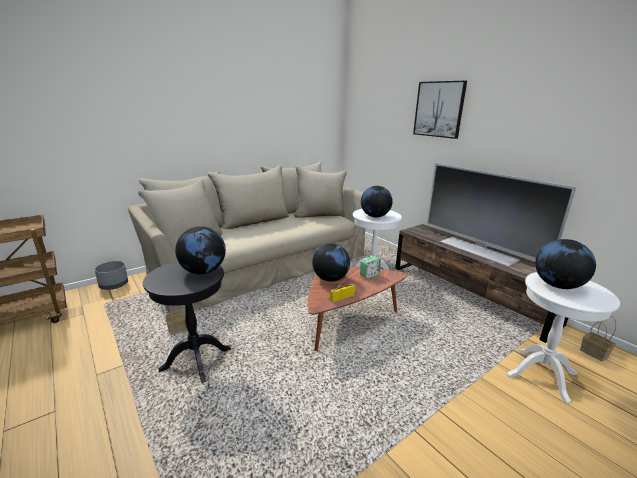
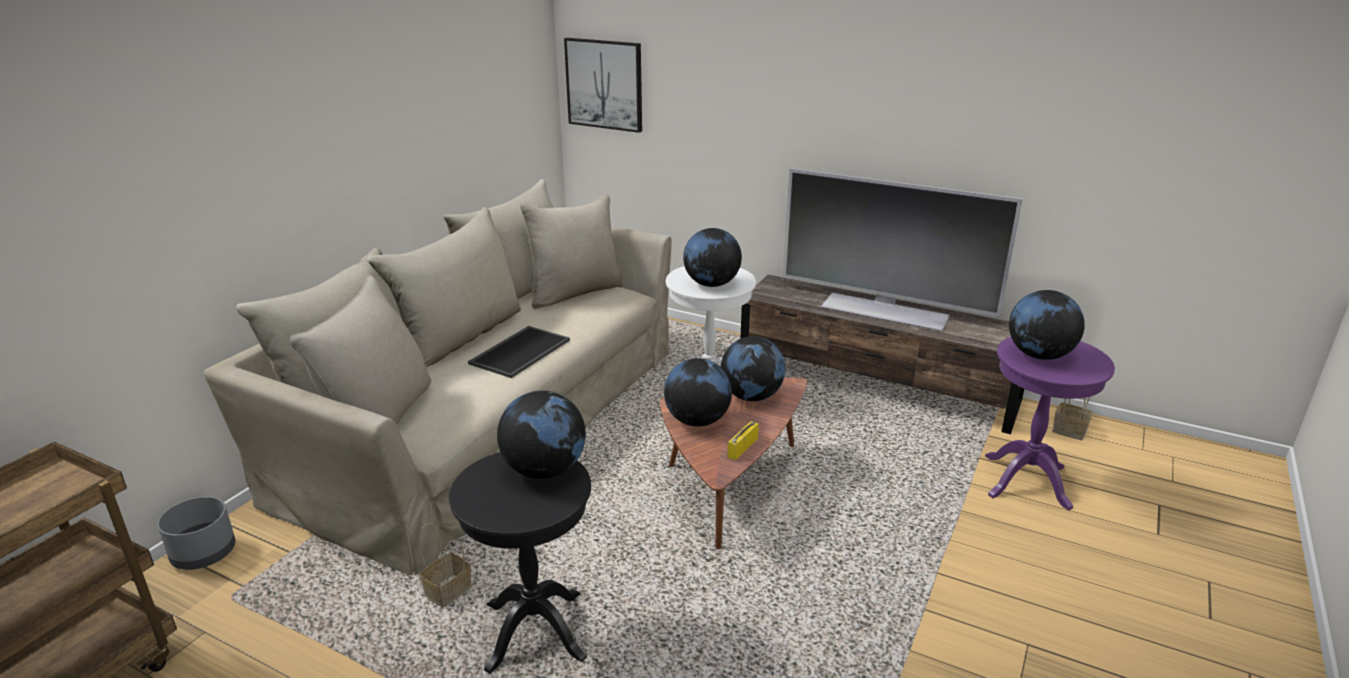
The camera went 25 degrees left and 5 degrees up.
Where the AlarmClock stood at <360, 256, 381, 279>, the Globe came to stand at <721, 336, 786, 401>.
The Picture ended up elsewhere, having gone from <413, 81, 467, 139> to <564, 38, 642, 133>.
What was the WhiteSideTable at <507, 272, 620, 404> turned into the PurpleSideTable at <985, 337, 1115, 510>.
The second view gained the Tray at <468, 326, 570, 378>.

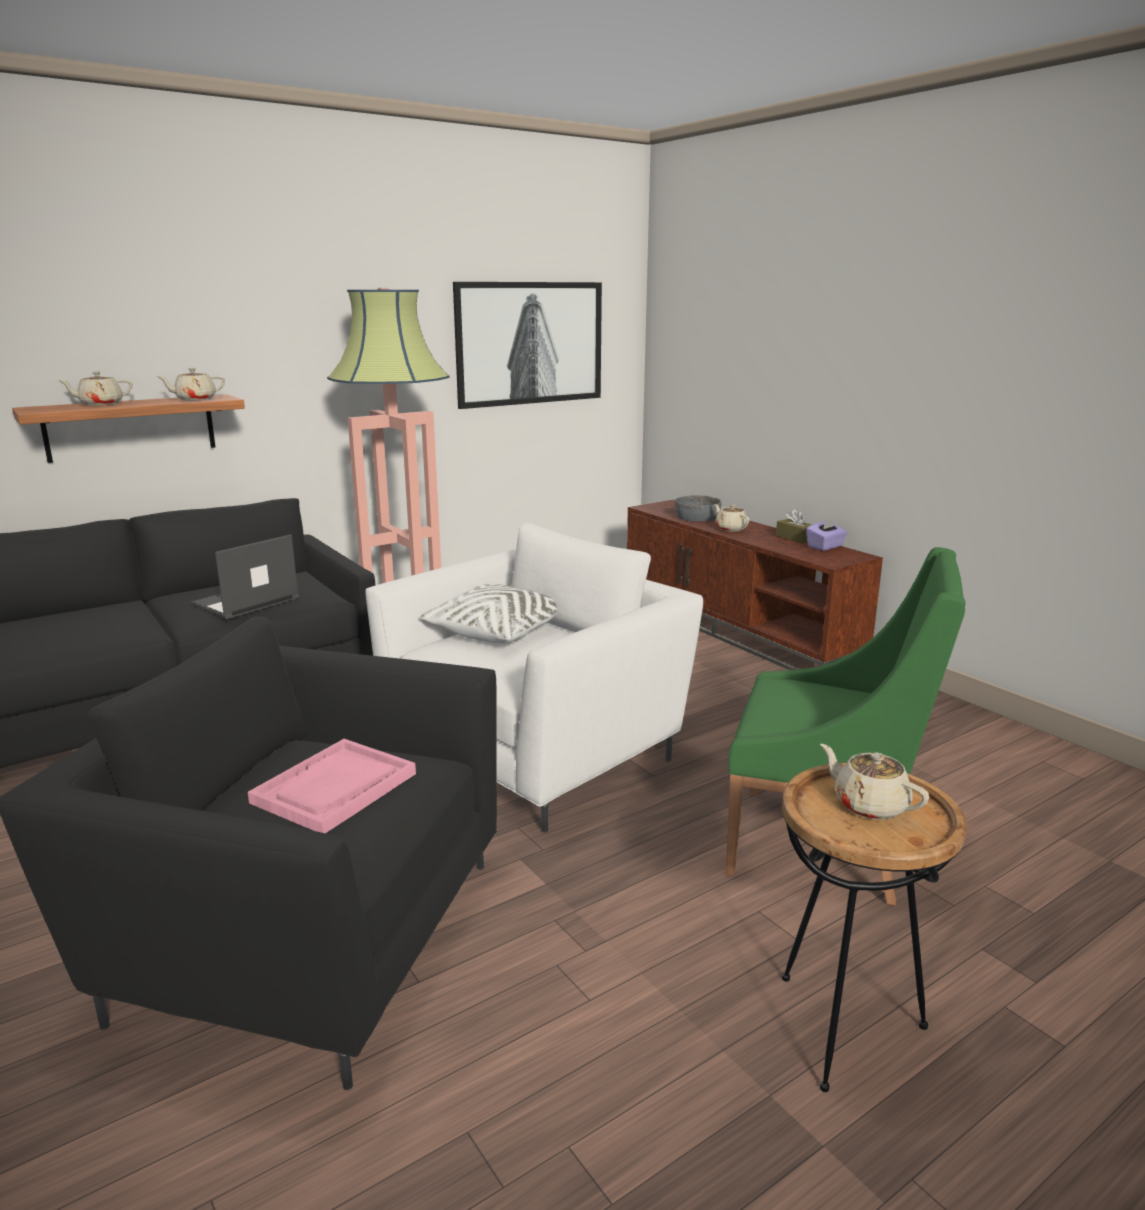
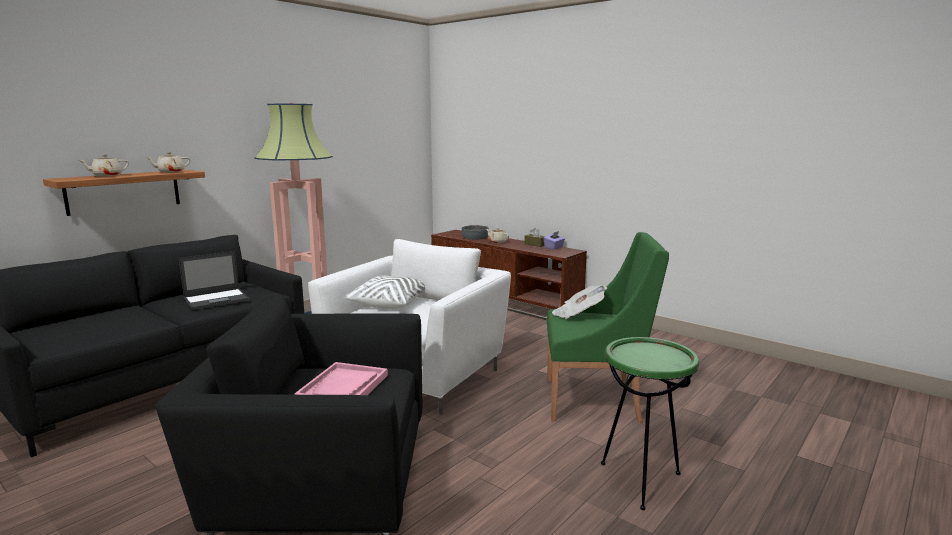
The camera went 15 degrees left and 5 degrees down.
The Laptop at <190, 534, 299, 619> ended up facing another way, 150 degrees counterclockwise from before.
The second view lost the Picture at <453, 282, 602, 409>.
What was the BrownSideTable at <782, 763, 967, 1092> turned into the GreenSideTable at <601, 337, 699, 510>.
The second view lost the BeigeTeapot at <820, 744, 929, 820>.
The second view gained the Newspaper at <552, 285, 607, 319>.

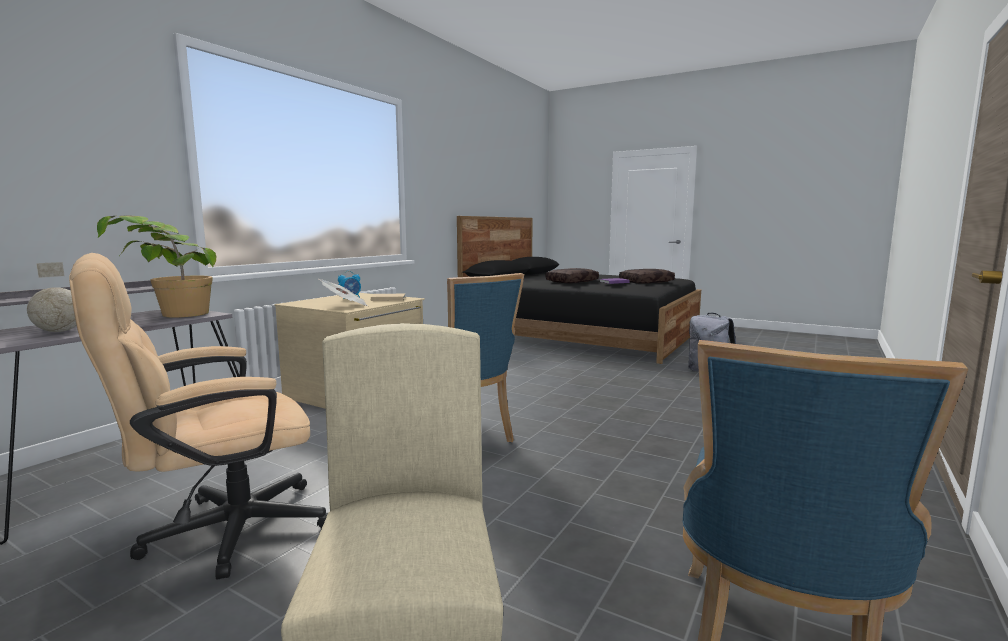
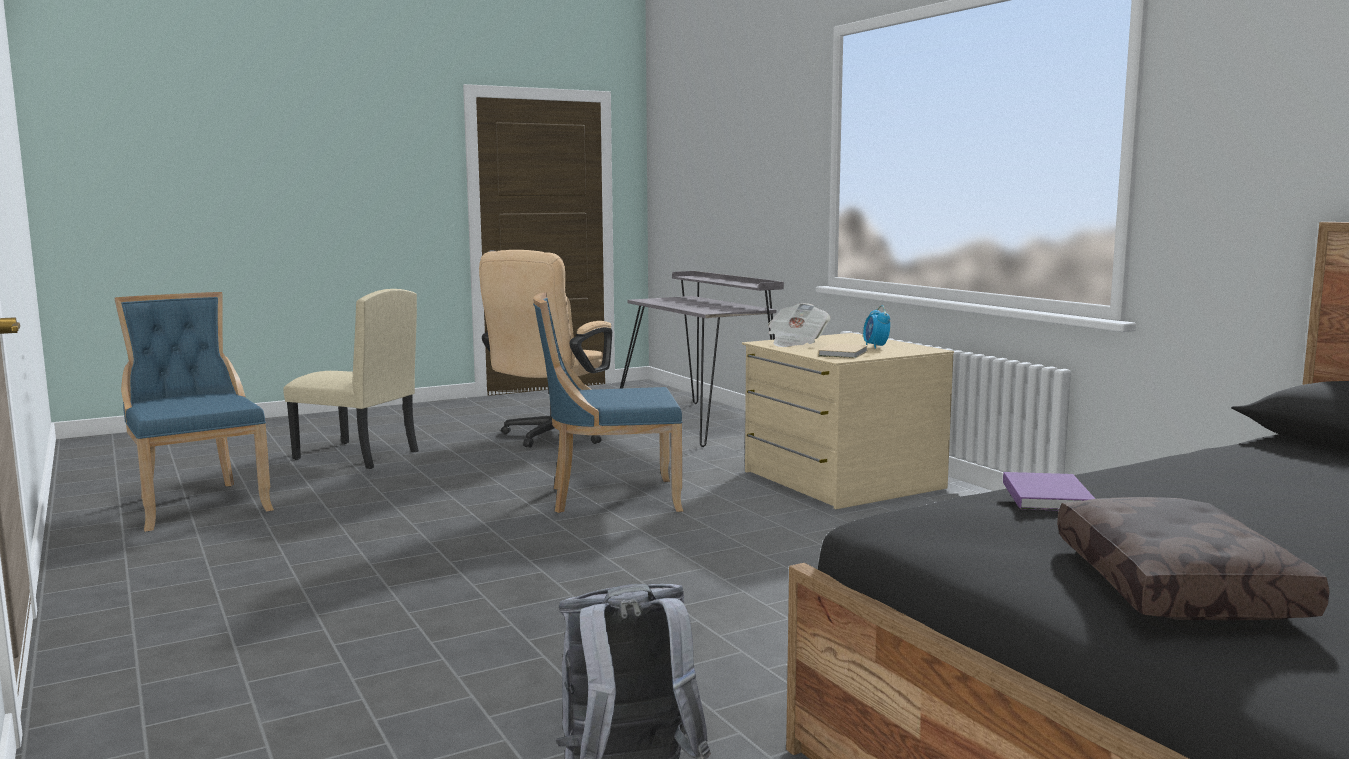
The camera went 120 degrees right and 0 degrees up.
The second view lost the Globe at <27, 262, 77, 332>.
The BeigeOfficeChair at <69, 253, 328, 579> ended up facing another way, 150 degrees counterclockwise from before.
The second view lost the PottedPlant at <97, 215, 216, 318>.
The second view lost the BrownPillow at <546, 268, 599, 283>.

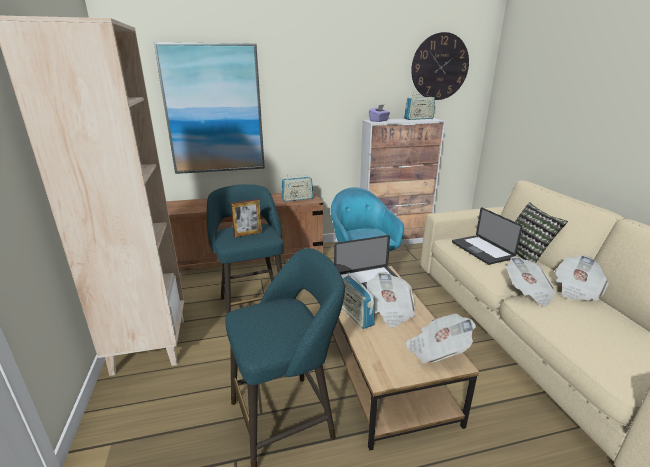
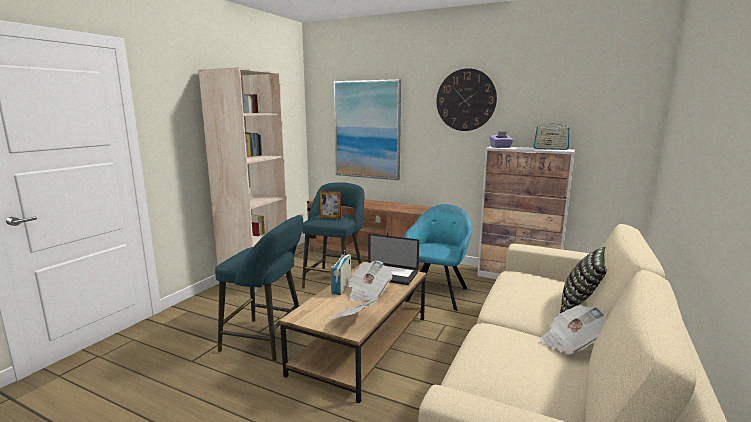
The camera went 40 degrees right and 10 degrees down.
The second view lost the Radio at <281, 174, 314, 202>.
The WallClock ended up elsewhere, having gone from <411, 32, 469, 100> to <436, 68, 497, 131>.
The second view lost the Laptop at <452, 207, 523, 265>.
The second view lost the Newspaper at <506, 256, 557, 307>.

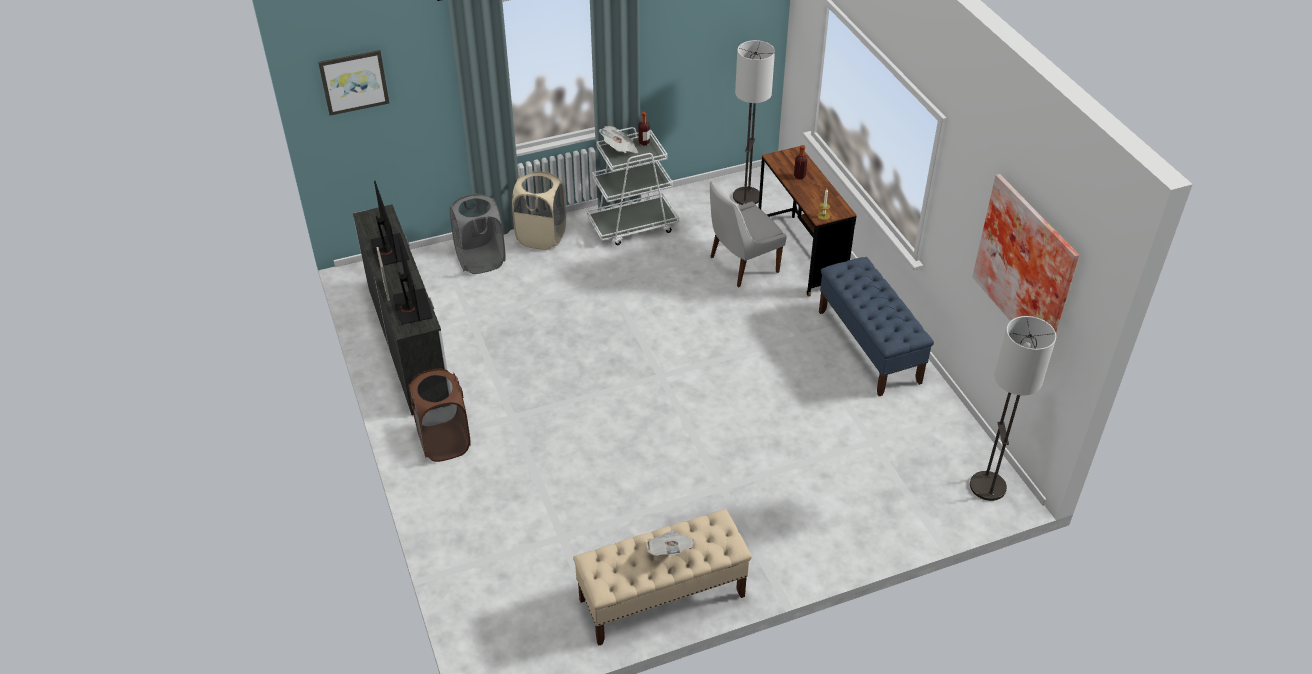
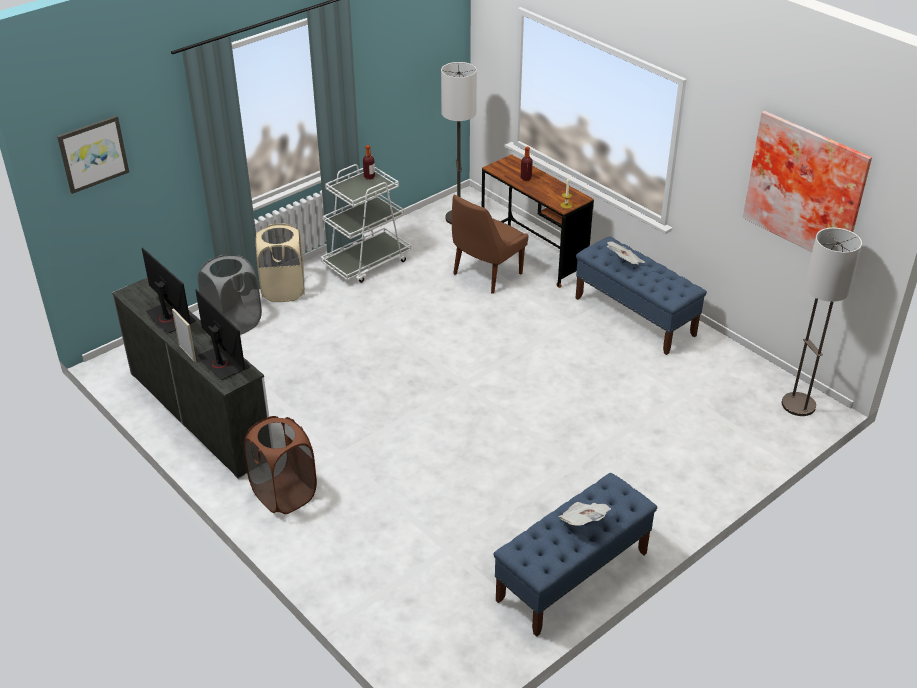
The camera went 20 degrees left and 5 degrees down.
What was the BeigeBench at <573, 509, 752, 646> turned into the BlueBench at <493, 473, 657, 637>.
The Newspaper ended up elsewhere, having gone from <599, 126, 638, 153> to <607, 242, 645, 265>.
What was the WhiteChair at <710, 181, 787, 287> turned into the BrownChair at <452, 195, 528, 294>.

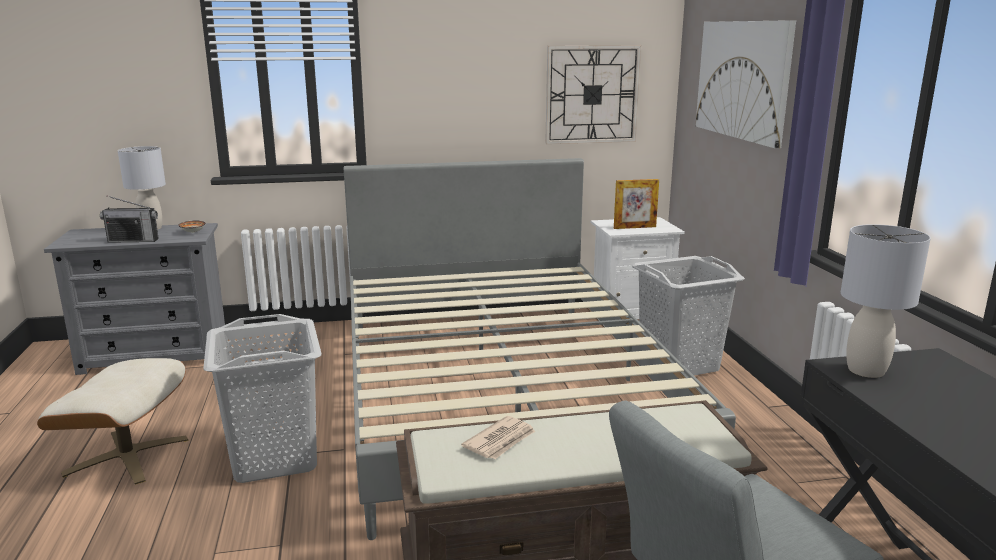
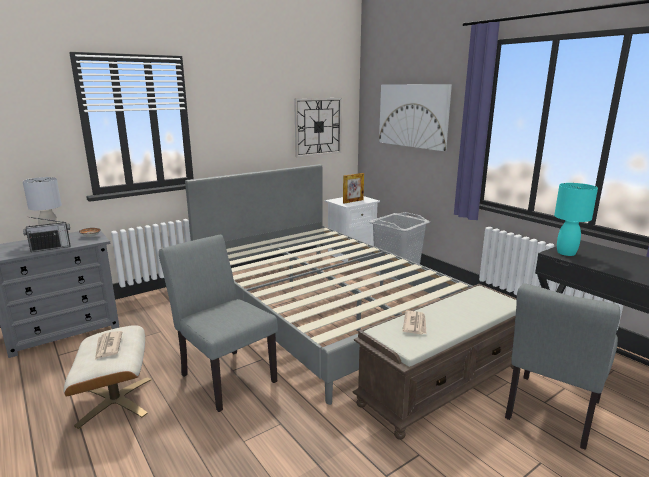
The camera went 25 degrees left and 0 degrees up.
Where the GreyLaundryBasket stood at <203, 314, 322, 483>, the GreyChair came to stand at <159, 235, 278, 412>.
What was the GreyTableLamp at <841, 224, 931, 378> turned into the TurquoiseTableLamp at <554, 183, 598, 256>.
The second view gained the Newspaper at <95, 331, 122, 360>.

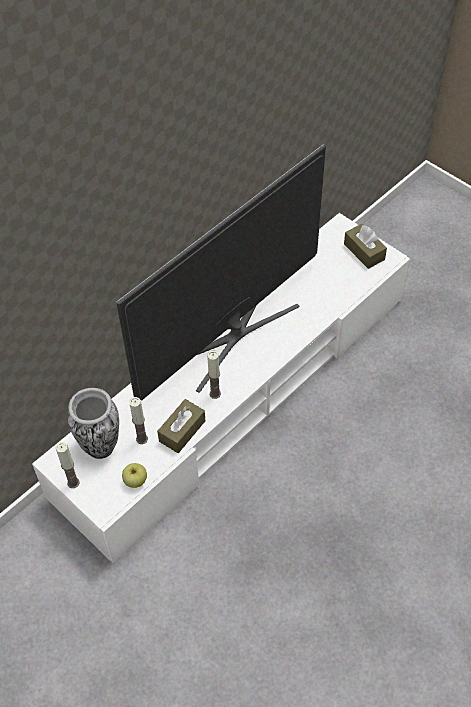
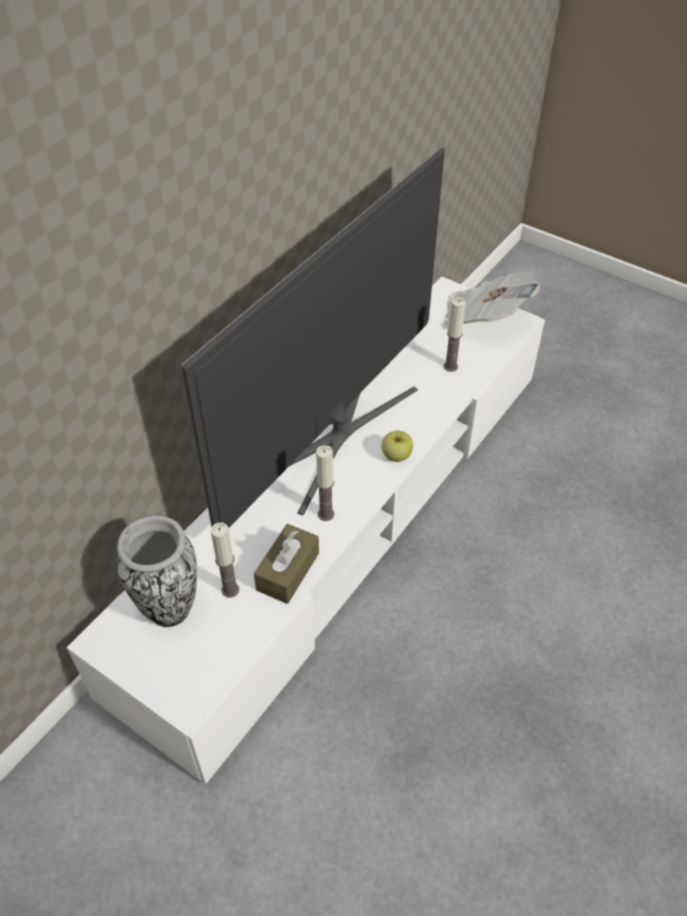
The camera went 10 degrees left and 5 degrees down.
The Candle ended up elsewhere, having gone from <56, 442, 80, 488> to <444, 298, 466, 372>.
The Apple ended up elsewhere, having gone from <122, 463, 147, 488> to <381, 431, 413, 462>.
Where the BrownTissueBox stood at <344, 224, 387, 269>, the Newspaper came to stand at <445, 272, 540, 324>.

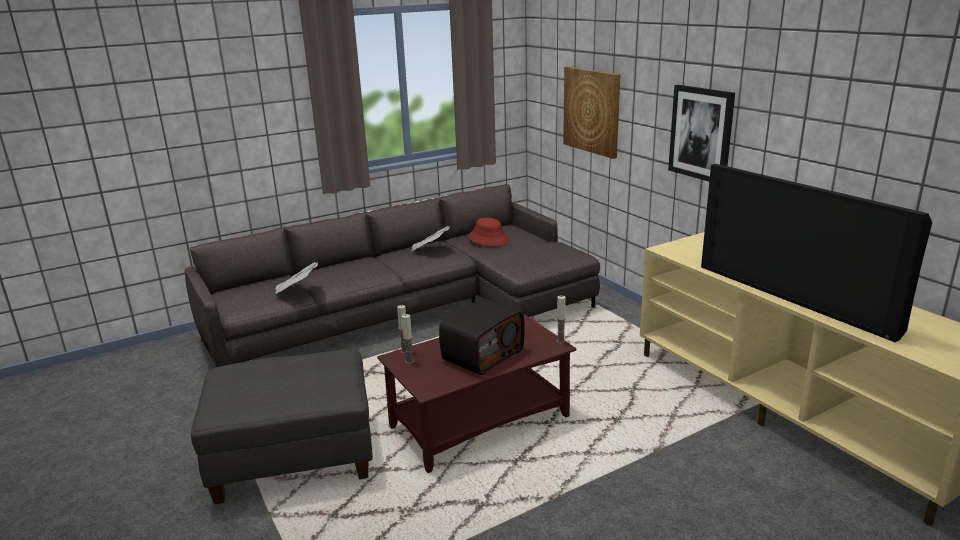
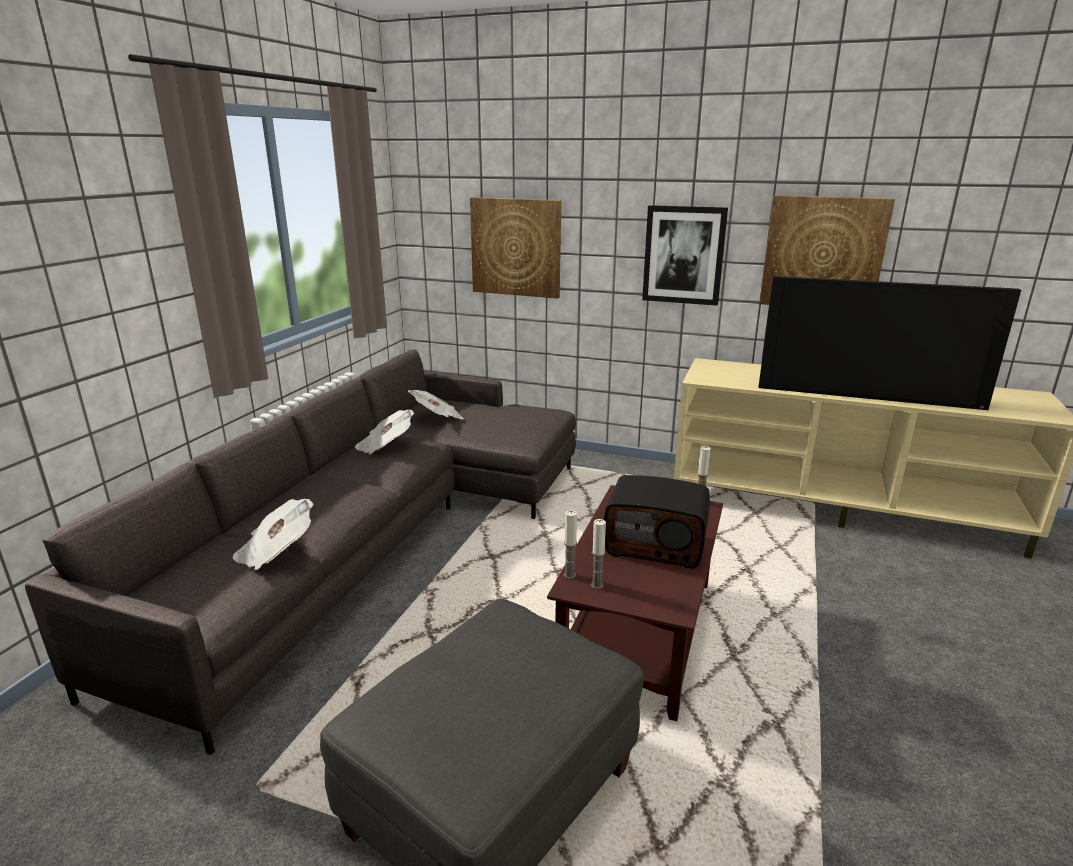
The camera went 40 degrees left and 0 degrees up.
The Radio at <439, 299, 525, 375> ended up facing another way, 105 degrees clockwise from before.
Where the RedHat stood at <468, 218, 509, 246>, the Newspaper came to stand at <408, 390, 464, 419>.
The second view gained the Picture at <759, 195, 895, 305>.

